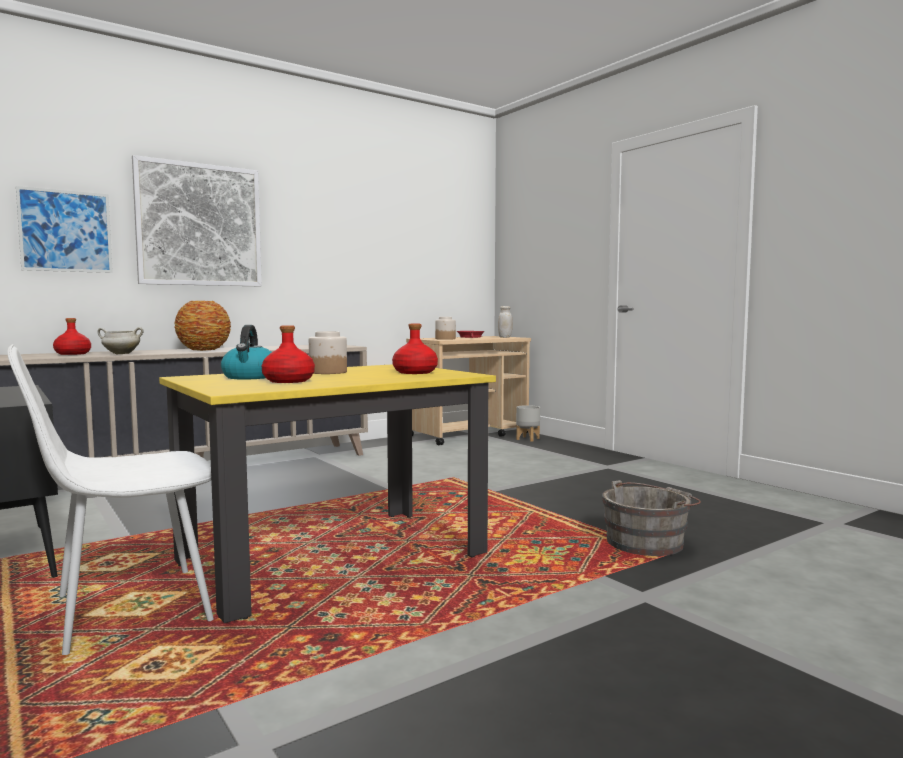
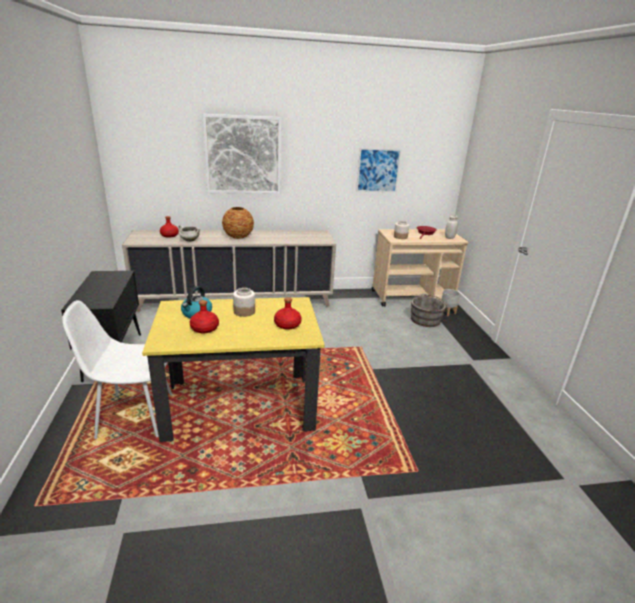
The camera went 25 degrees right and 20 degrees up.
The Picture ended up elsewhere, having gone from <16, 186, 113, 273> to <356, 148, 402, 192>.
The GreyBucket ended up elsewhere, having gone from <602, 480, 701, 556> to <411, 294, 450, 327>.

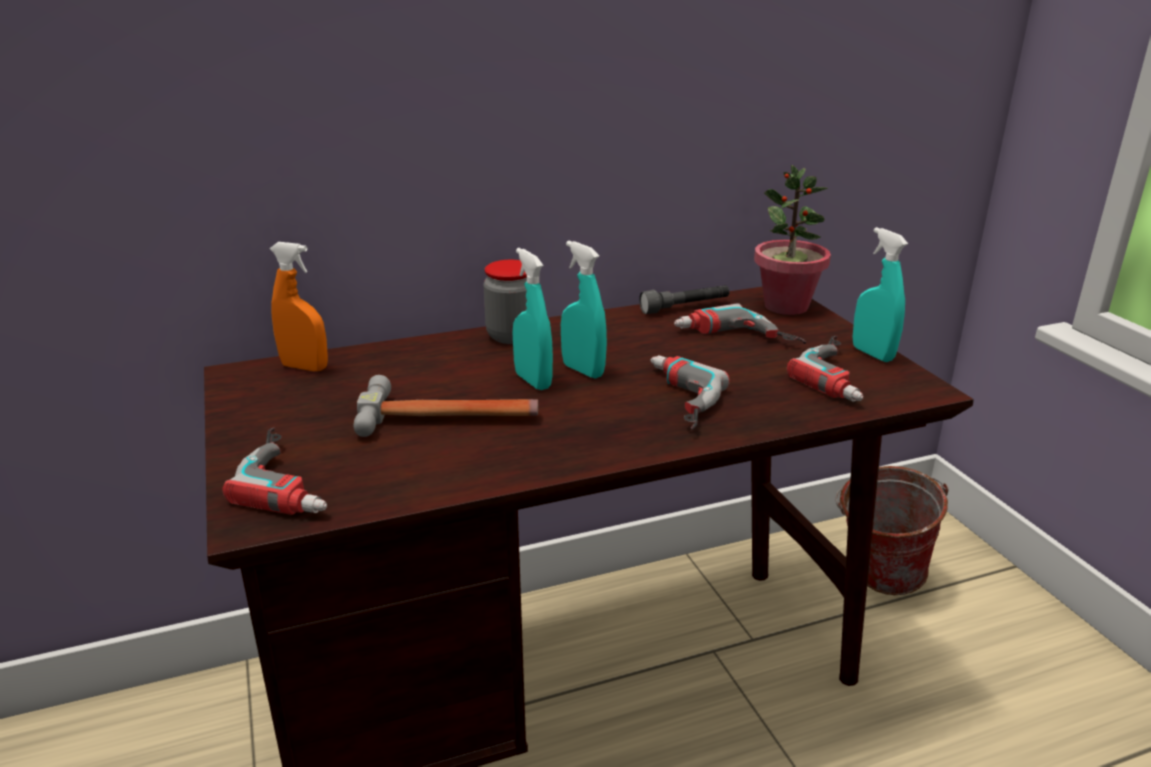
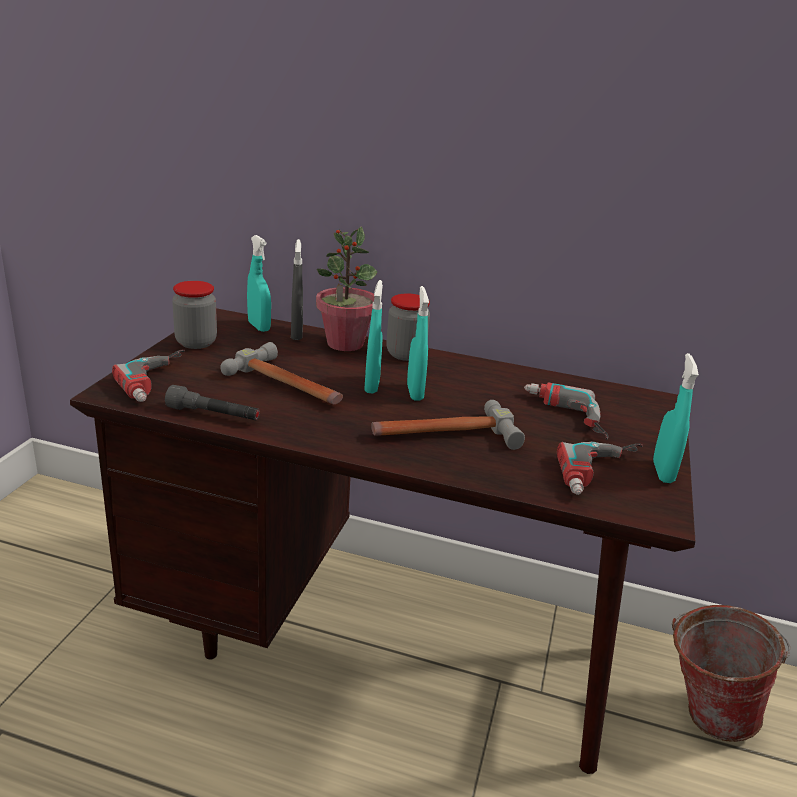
The camera went 35 degrees right and 0 degrees up.
What was the OrangeSprayBottle at <269, 242, 328, 371> turned into the TurquoiseSprayBottle at <247, 235, 271, 332>.
The GreyFlashlight ended up elsewhere, having gone from <639, 285, 729, 314> to <165, 385, 260, 420>.
Where the PowerDrill stood at <650, 355, 730, 430>, the Hammer came to stand at <371, 400, 525, 450>.
The PottedPlant ended up elsewhere, having gone from <754, 165, 831, 315> to <316, 227, 377, 351>.
The second view gained the Jar at <172, 281, 217, 349>.
The second view gained the GreySprayBottle at <291, 239, 303, 340>.

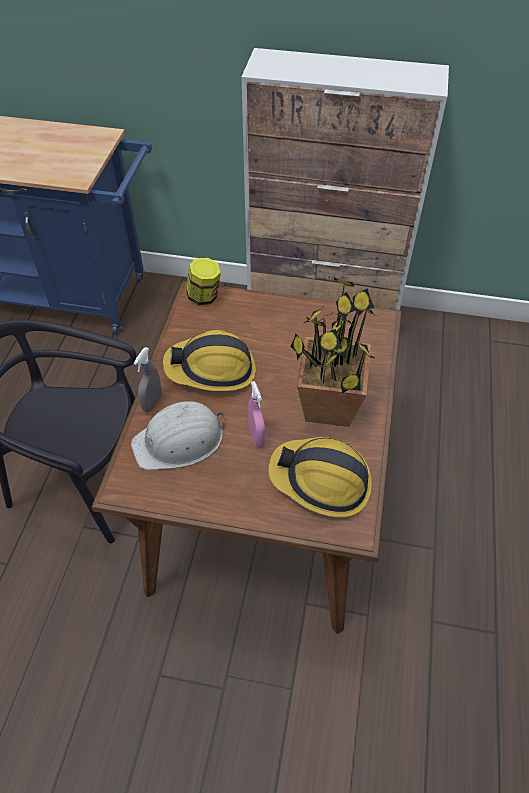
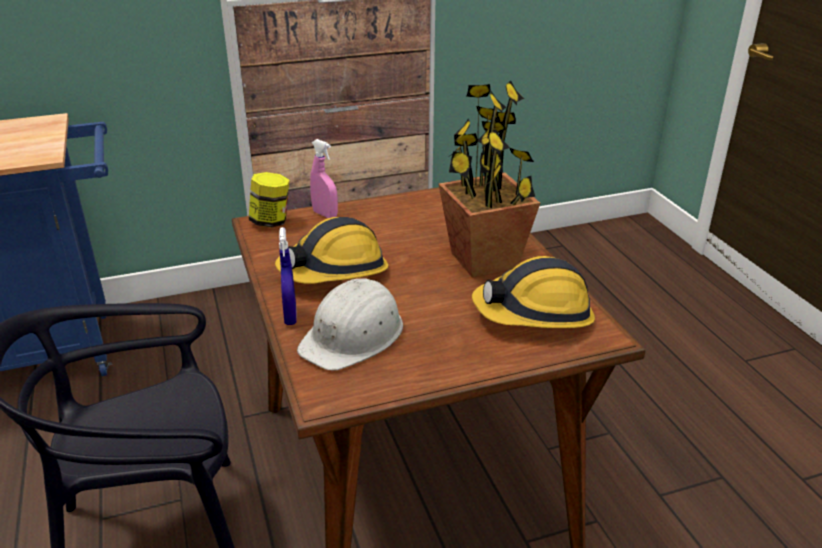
The camera went 30 degrees left and 20 degrees down.
What was the GreySprayBottle at <134, 347, 162, 412> turned into the BlueSprayBottle at <279, 227, 297, 325>.
The PinkSprayBottle ended up elsewhere, having gone from <248, 381, 265, 447> to <310, 139, 338, 218>.

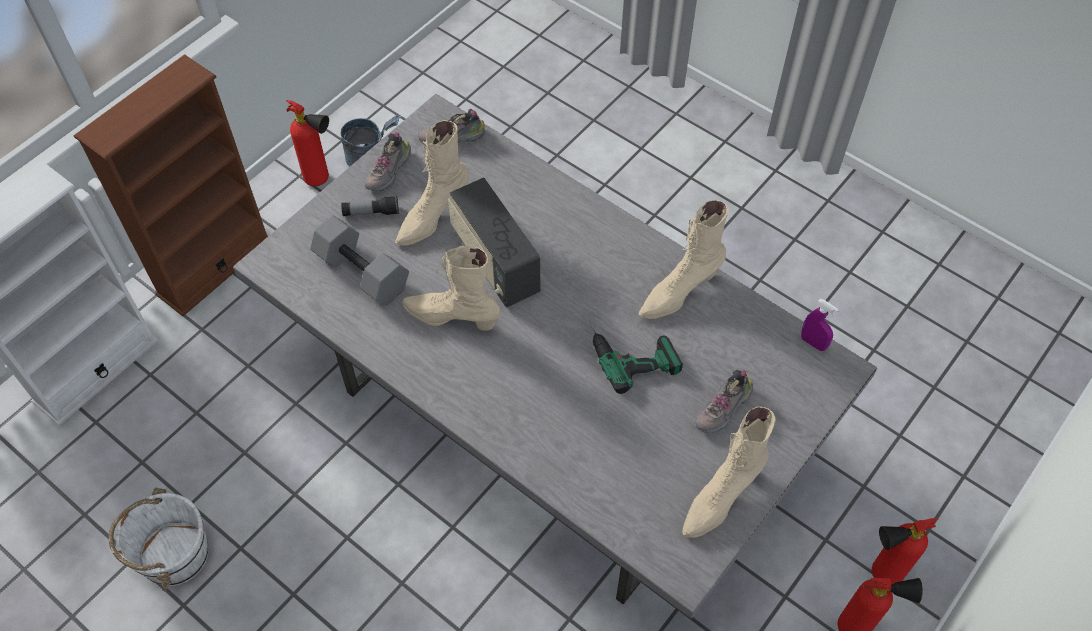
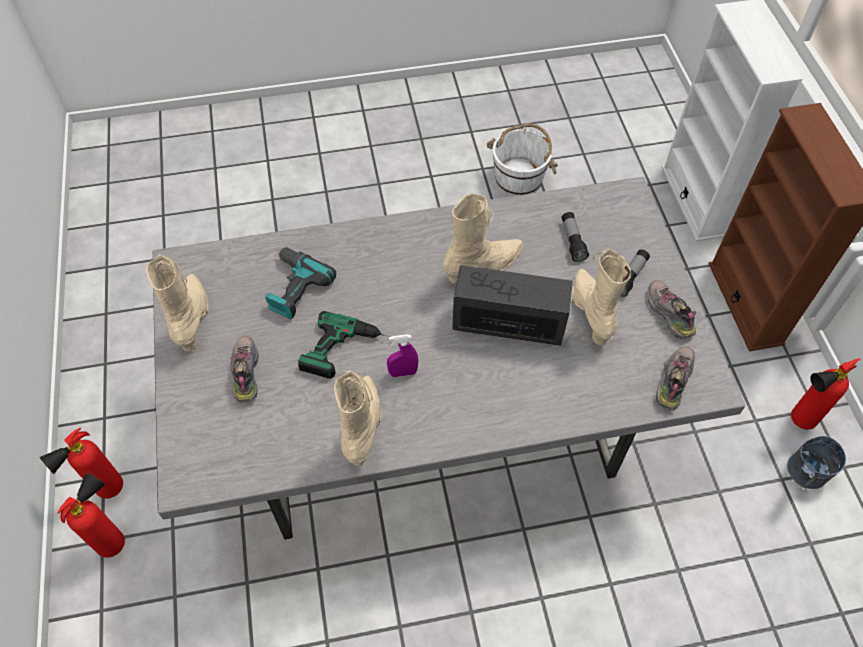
The camera went 130 degrees right and 0 degrees up.
Where the GreyDumbbell stood at <310, 216, 409, 305>, the Flashlight came to stand at <561, 212, 589, 262>.
The PurpleSprayBottle ended up elsewhere, having gone from <801, 299, 839, 351> to <387, 335, 418, 377>.
The second view gained the PowerDrill at <265, 247, 336, 319>.

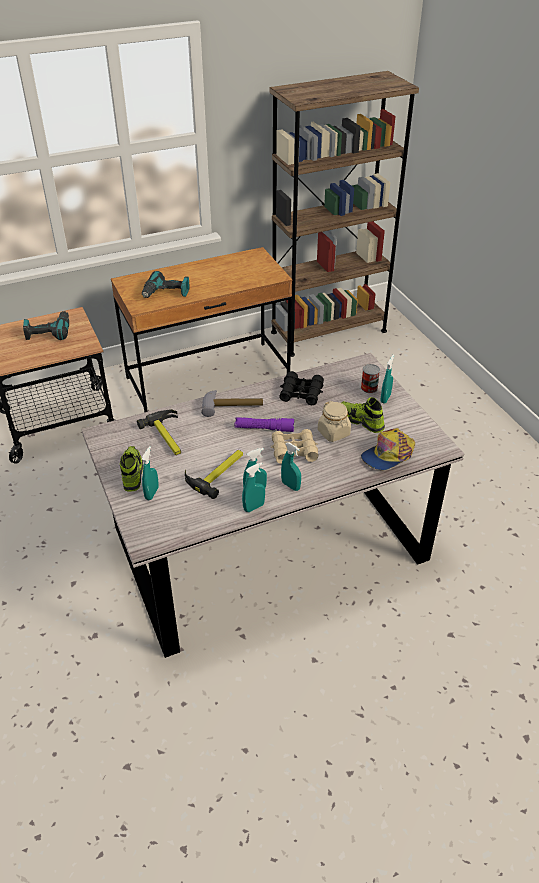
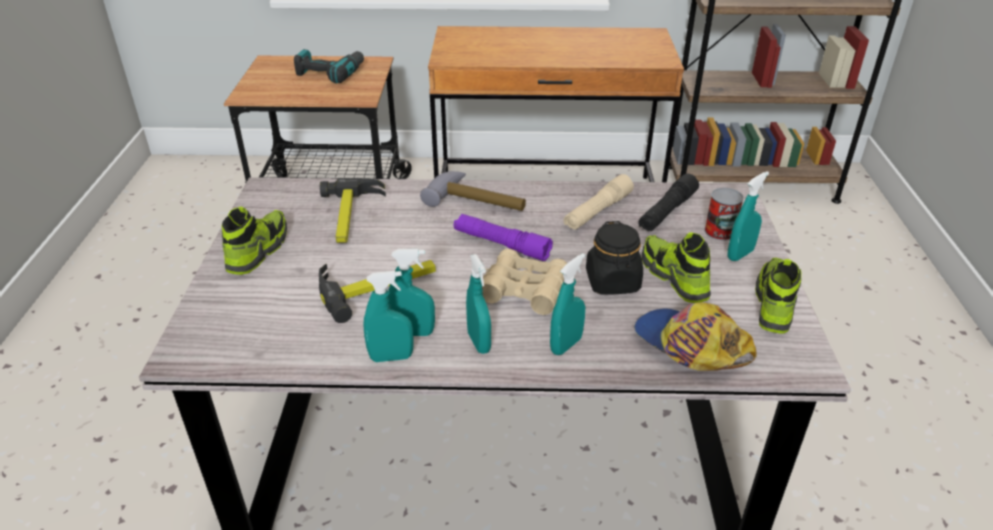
The camera went 25 degrees right and 5 degrees down.
The TurquoiseSprayBottle ended up elsewhere, having gone from <141, 446, 159, 500> to <550, 253, 585, 355>.
The second view lost the PowerDrill at <142, 271, 190, 298>.
Where the BlackBinoculars stood at <279, 371, 324, 405>, the BeigeFlashlight came to stand at <563, 174, 634, 230>.
What was the BeigeJar at <318, 401, 351, 442> turned into the BlackJar at <586, 221, 643, 294>.
The Cap at <361, 428, 415, 470> ended up facing another way, 60 degrees clockwise from before.
The second view gained the BlackFlashlight at <638, 174, 699, 231>.
The second view gained the Shoe at <755, 258, 802, 334>.

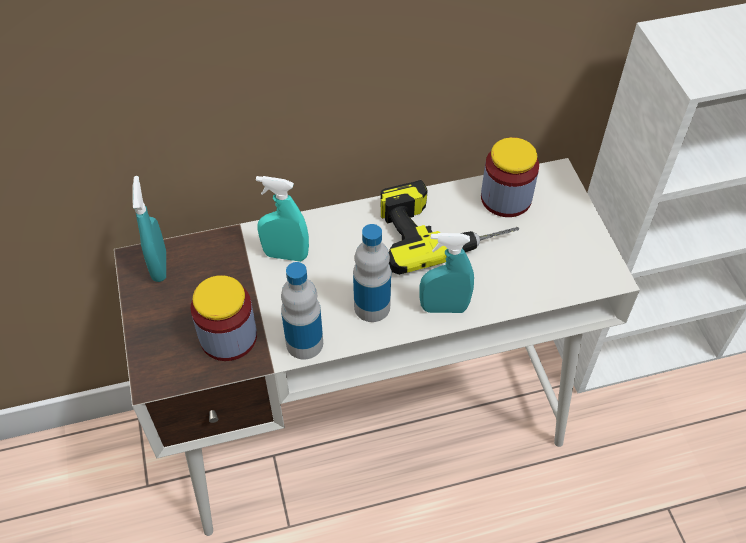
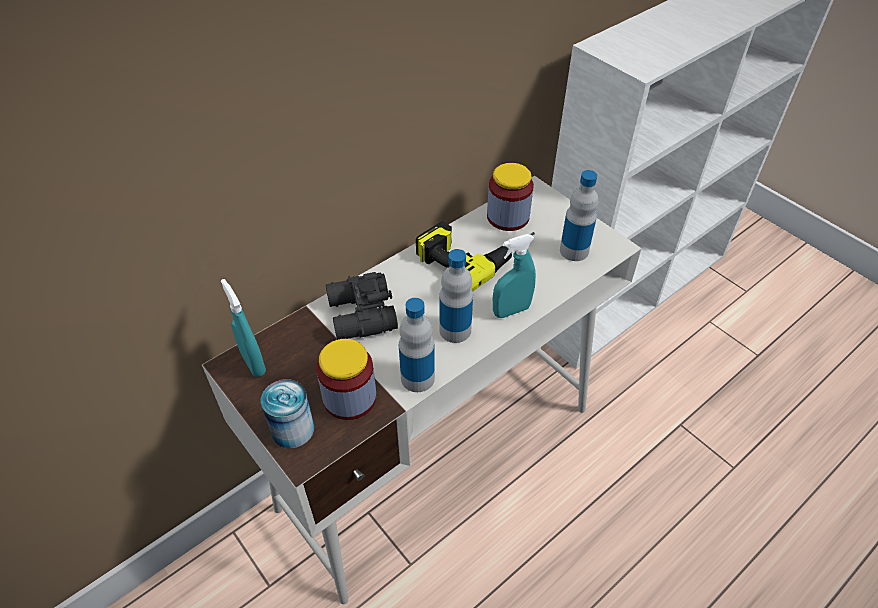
The camera went 25 degrees left and 5 degrees down.
Where the TurquoiseSprayBottle stood at <256, 176, 309, 262>, the BlackBinoculars came to stand at <326, 272, 398, 340>.
The second view gained the Can at <261, 379, 314, 449>.
The second view gained the Bottle at <560, 170, 598, 261>.

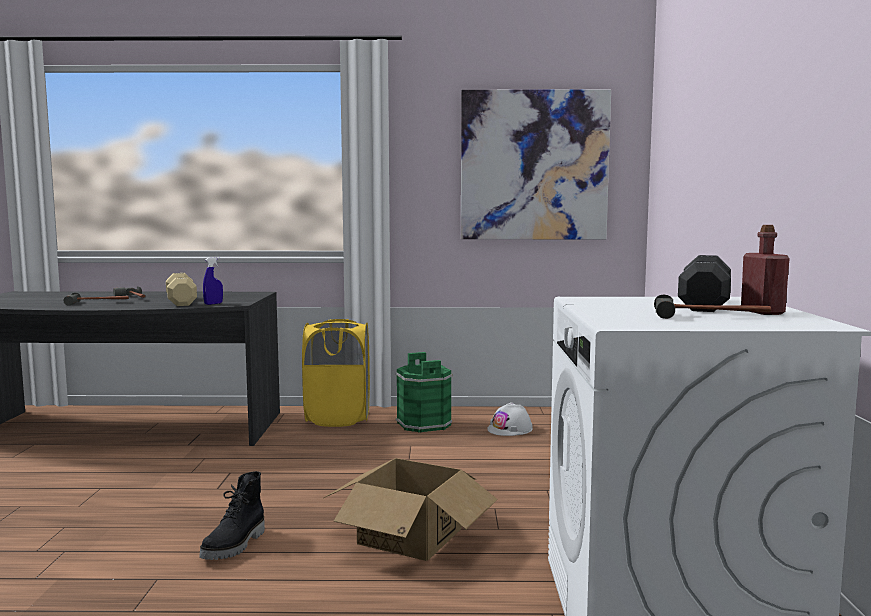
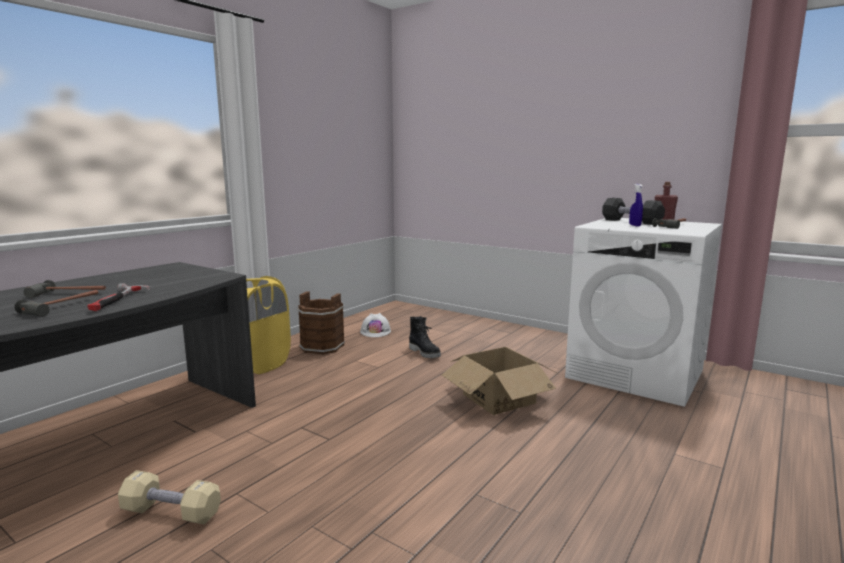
The camera went 55 degrees left and 5 degrees up.
The BeigeDumbbell ended up elsewhere, having gone from <166, 273, 197, 306> to <118, 470, 221, 525>.
The BlackBoot ended up elsewhere, having gone from <199, 471, 265, 560> to <409, 316, 441, 358>.
The BlueSprayBottle ended up elsewhere, having gone from <203, 257, 223, 305> to <629, 184, 643, 227>.
What was the GreenBucket at <395, 352, 452, 432> turned into the BrownBucket at <297, 291, 345, 354>.
The second view lost the Picture at <461, 89, 611, 239>.
The second view gained the Hammer at <88, 283, 151, 311>.

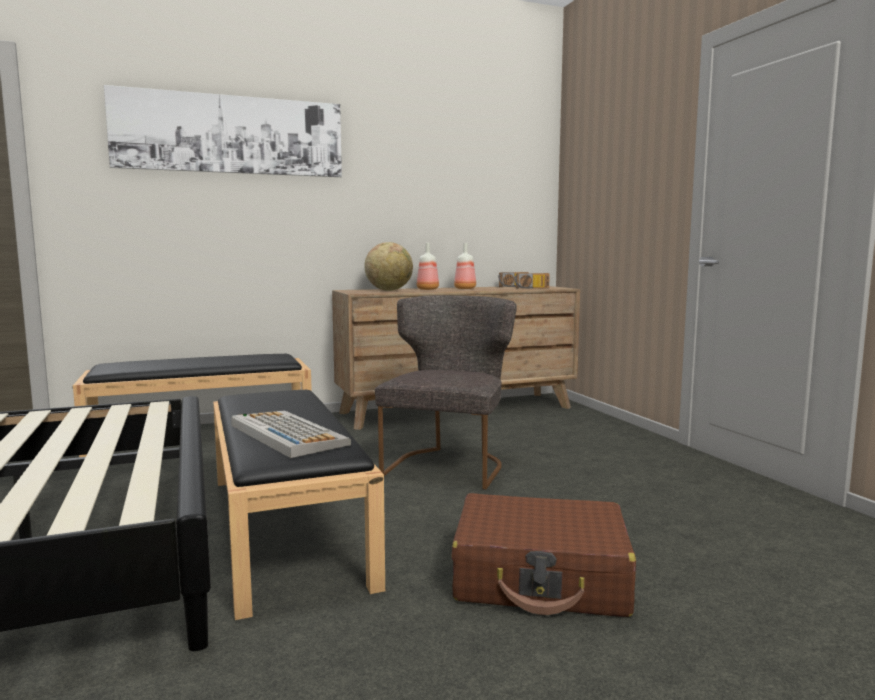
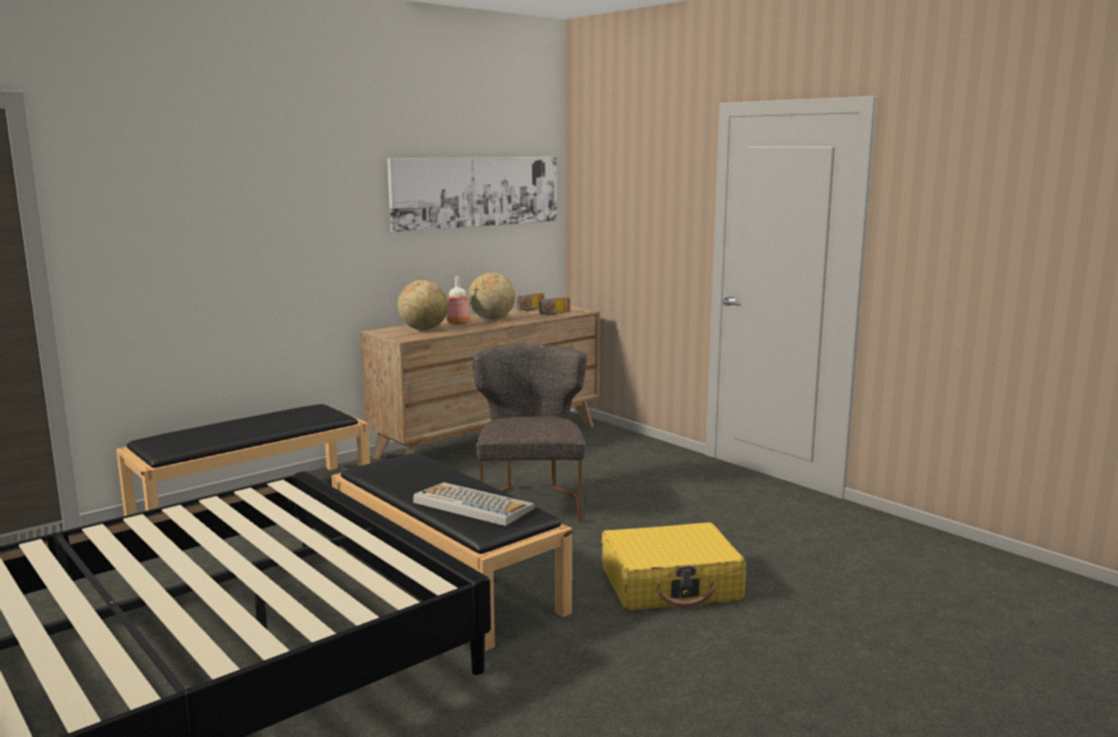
The camera went 20 degrees left and 5 degrees up.
The Picture ended up elsewhere, having gone from <104, 85, 342, 177> to <387, 157, 557, 232>.
What was the BrownSuitcase at <451, 493, 636, 617> turned into the YellowSuitcase at <602, 522, 746, 610>.
Where the Bottle stood at <454, 243, 476, 289>, the Globe came to stand at <468, 272, 515, 320>.

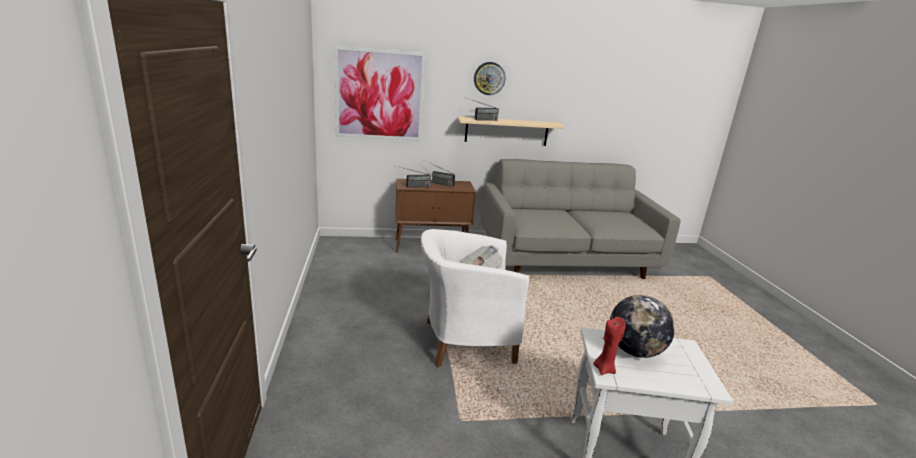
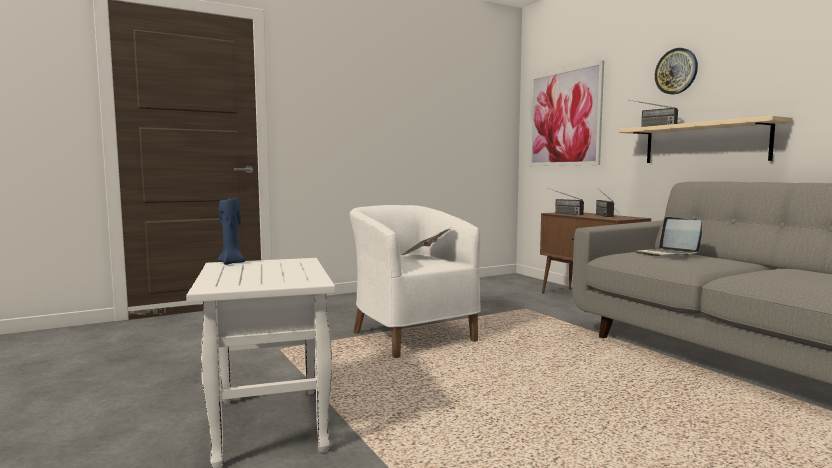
The camera went 70 degrees right and 15 degrees down.
What was the RedCandle at <593, 317, 626, 375> turned into the BlueCandle at <217, 198, 246, 265>.
The second view lost the Globe at <610, 295, 675, 358>.
The second view gained the Laptop at <636, 217, 702, 256>.

